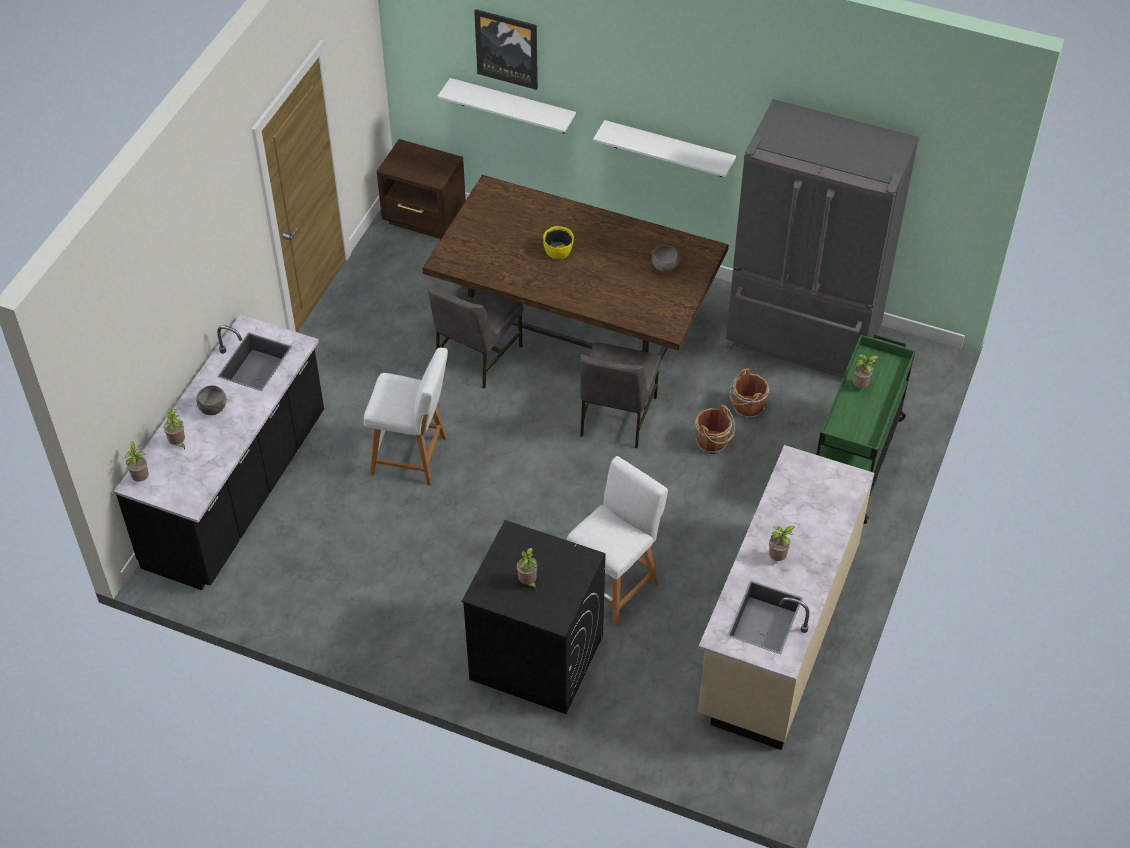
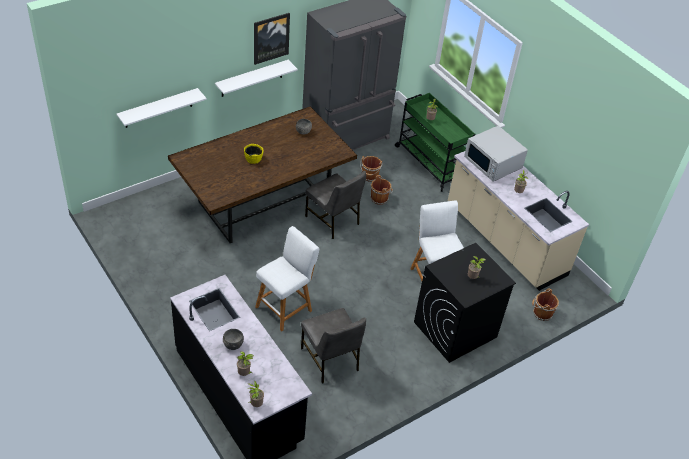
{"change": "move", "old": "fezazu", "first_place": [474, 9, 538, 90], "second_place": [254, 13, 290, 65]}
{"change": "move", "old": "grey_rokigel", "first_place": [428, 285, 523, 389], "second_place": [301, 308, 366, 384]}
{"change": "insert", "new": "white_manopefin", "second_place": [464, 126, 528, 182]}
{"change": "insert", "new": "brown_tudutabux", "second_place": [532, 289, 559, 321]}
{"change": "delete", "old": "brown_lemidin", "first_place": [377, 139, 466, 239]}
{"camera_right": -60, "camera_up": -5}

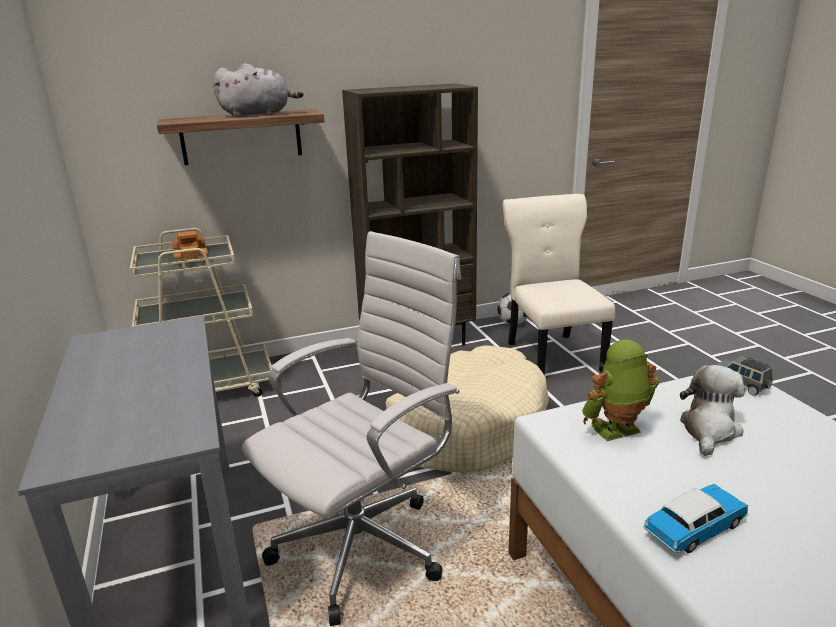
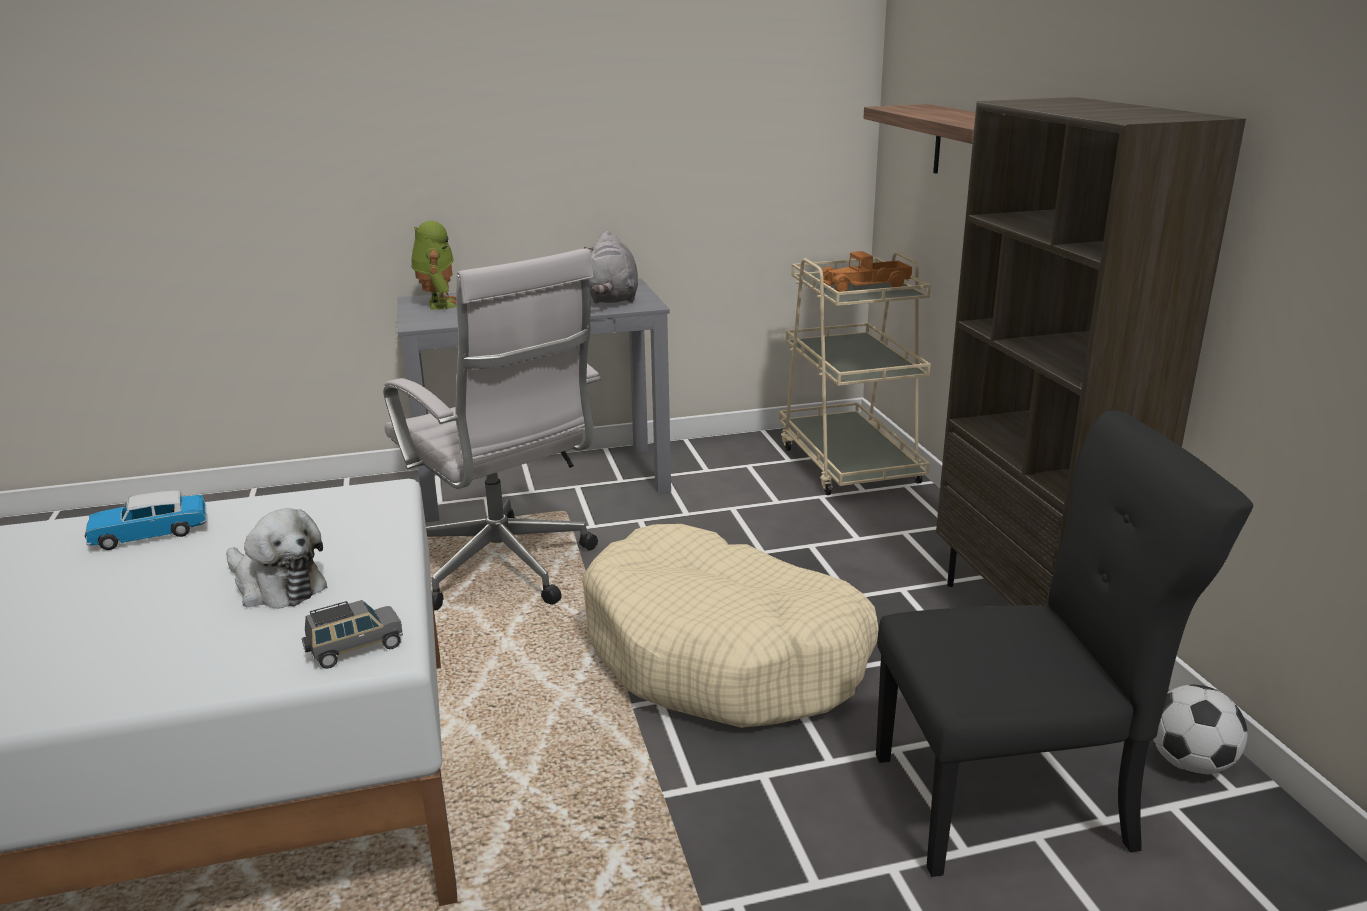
{"change": "rotate", "old": "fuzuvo", "first_place": [643, 484, 748, 553], "second_place": [85, 491, 207, 550], "degrees": 90}
{"change": "move", "old": "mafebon", "first_place": [582, 339, 660, 441], "second_place": [411, 221, 457, 310]}
{"change": "move", "old": "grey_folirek", "first_place": [213, 63, 304, 117], "second_place": [584, 231, 638, 304]}
{"change": "recolor", "old": "beige_rokigel", "new": "black_rokigel", "first_place": [503, 194, 615, 374], "second_place": [876, 411, 1253, 877]}
{"camera_right": 95, "camera_up": 0}

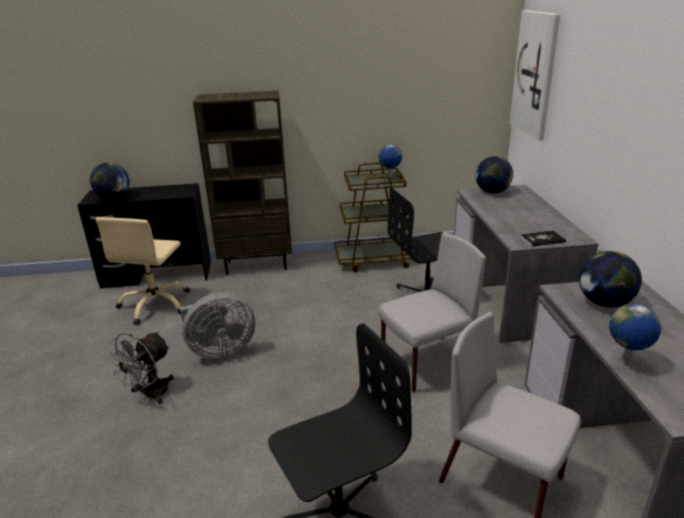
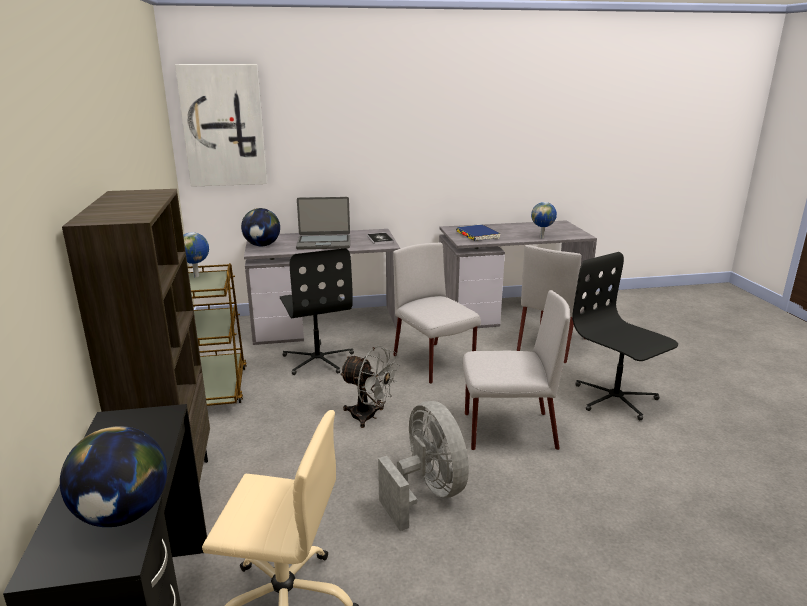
{"change": "insert", "new": "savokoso", "second_place": [296, 197, 350, 250]}
{"change": "move", "old": "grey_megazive", "first_place": [105, 332, 174, 404], "second_place": [339, 346, 399, 428]}
{"change": "replace", "old": "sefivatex", "new": "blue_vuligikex", "first_place": [579, 251, 642, 307], "second_place": [456, 224, 501, 241]}
{"change": "insert", "new": "grey_rokigel", "second_place": [463, 290, 570, 450]}
{"camera_right": -95, "camera_up": -5}

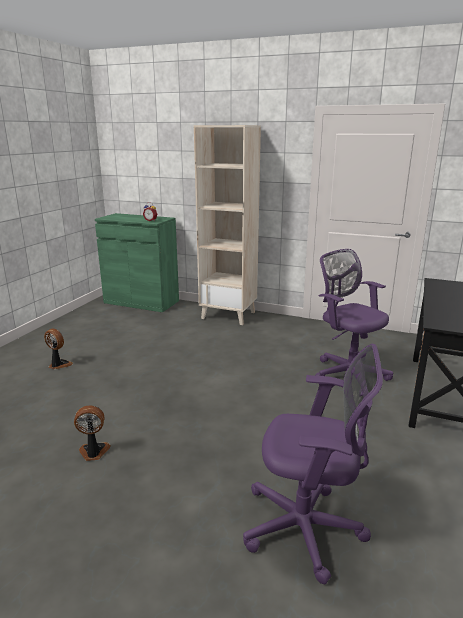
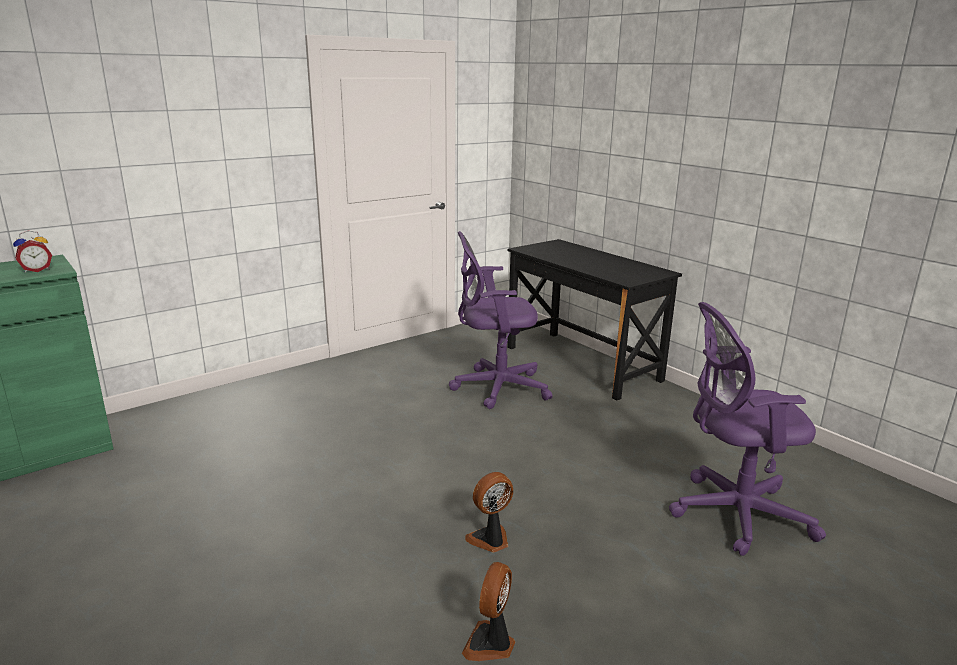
{"change": "move", "old": "megazive", "first_place": [44, 328, 73, 369], "second_place": [465, 472, 513, 552]}
{"change": "rotate", "old": "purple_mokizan", "first_place": [243, 344, 383, 584], "second_place": [669, 302, 826, 556], "degrees": -135}
{"change": "delete", "old": "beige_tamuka", "first_place": [194, 125, 261, 325]}
{"camera_right": -60, "camera_up": 0}

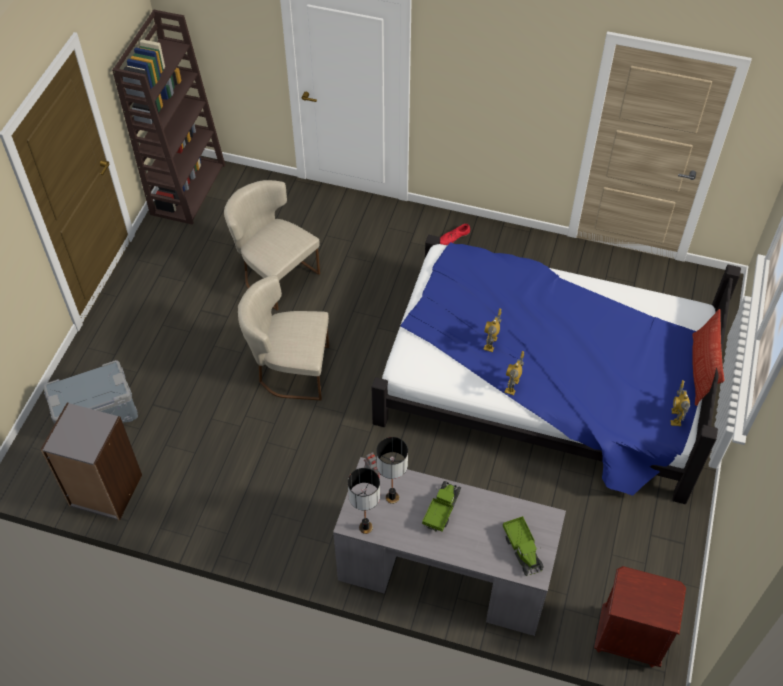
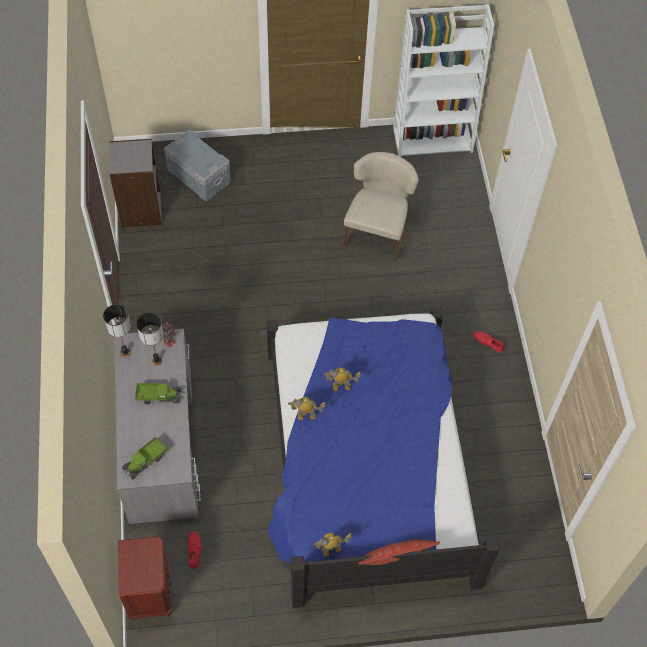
{"change": "insert", "new": "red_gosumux", "second_place": [188, 531, 202, 569]}
{"change": "recolor", "old": "brown_tamuka", "new": "white_tamuka", "first_place": [112, 9, 225, 225], "second_place": [393, 4, 494, 157]}
{"change": "delete", "old": "beige_rokigel", "first_place": [238, 275, 329, 401]}
{"camera_right": 65, "camera_up": 5}

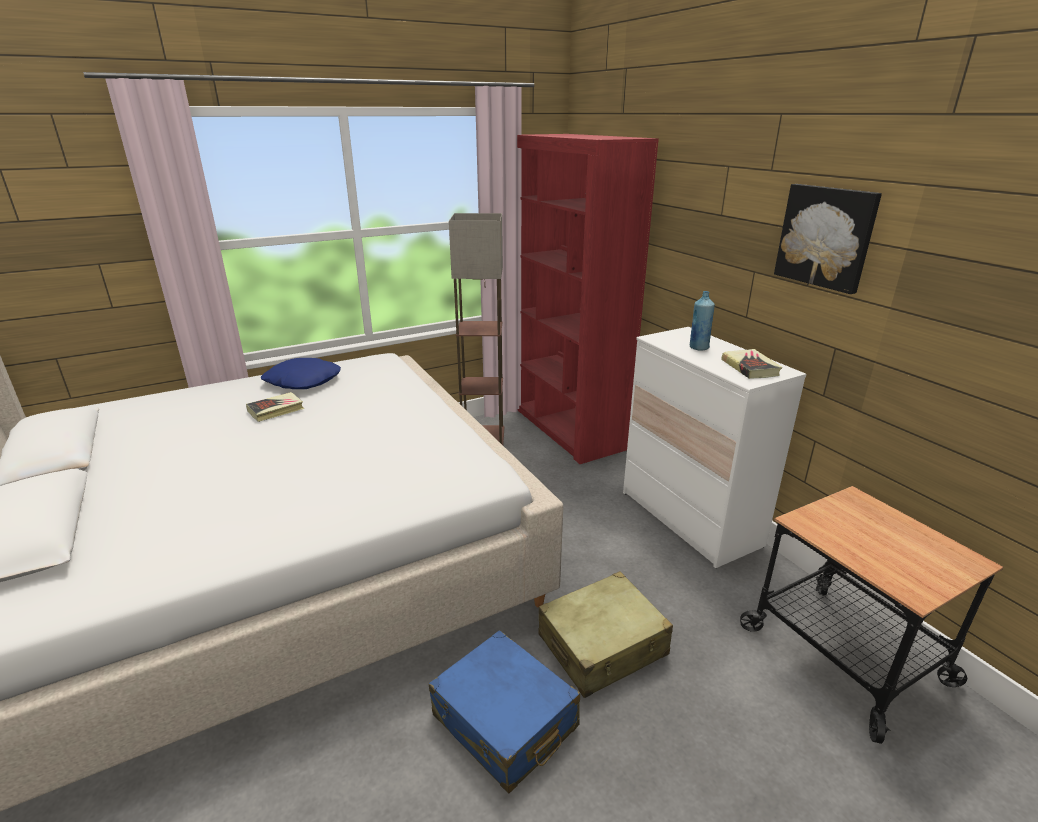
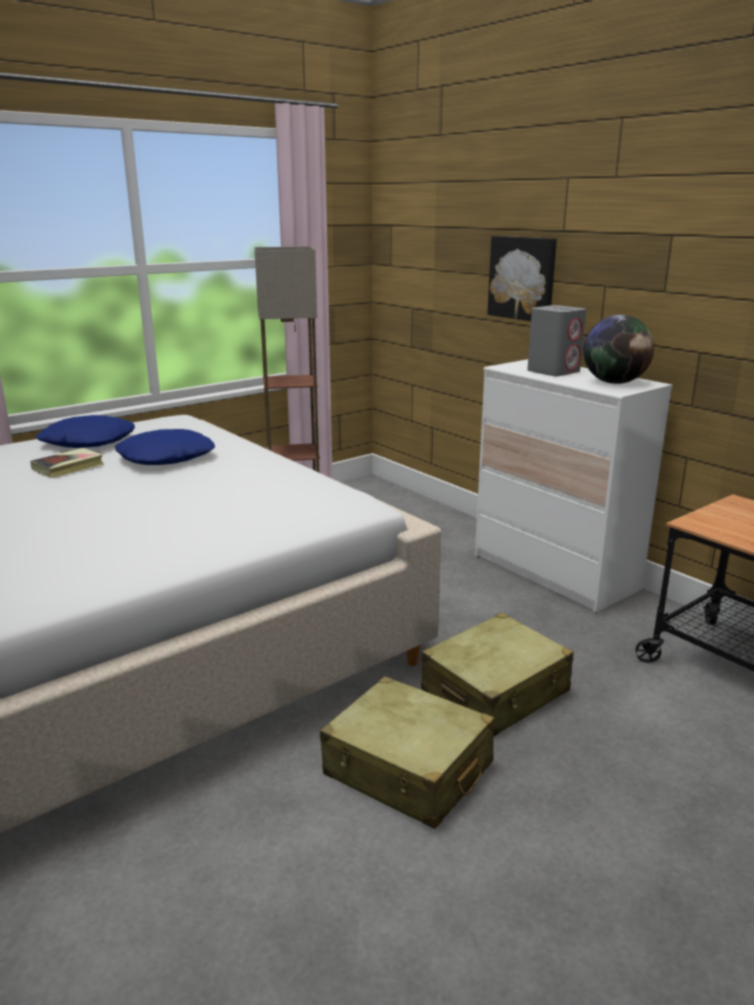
{"change": "insert", "new": "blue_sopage", "second_place": [115, 429, 215, 465]}
{"change": "recolor", "old": "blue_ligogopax", "new": "beige_ligogopax", "first_place": [429, 630, 580, 793], "second_place": [320, 676, 495, 829]}
{"change": "move", "old": "fezazu", "first_place": [774, 184, 882, 294], "second_place": [487, 236, 557, 321]}
{"change": "replace", "old": "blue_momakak", "new": "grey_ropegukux", "first_place": [690, 291, 715, 351], "second_place": [527, 305, 586, 376]}
{"change": "replace", "old": "vuligikex", "new": "sefivatex", "first_place": [721, 349, 782, 379], "second_place": [583, 315, 654, 384]}
{"change": "delete", "old": "red_tamuka", "first_place": [517, 134, 659, 464]}
{"camera_right": -10, "camera_up": -5}

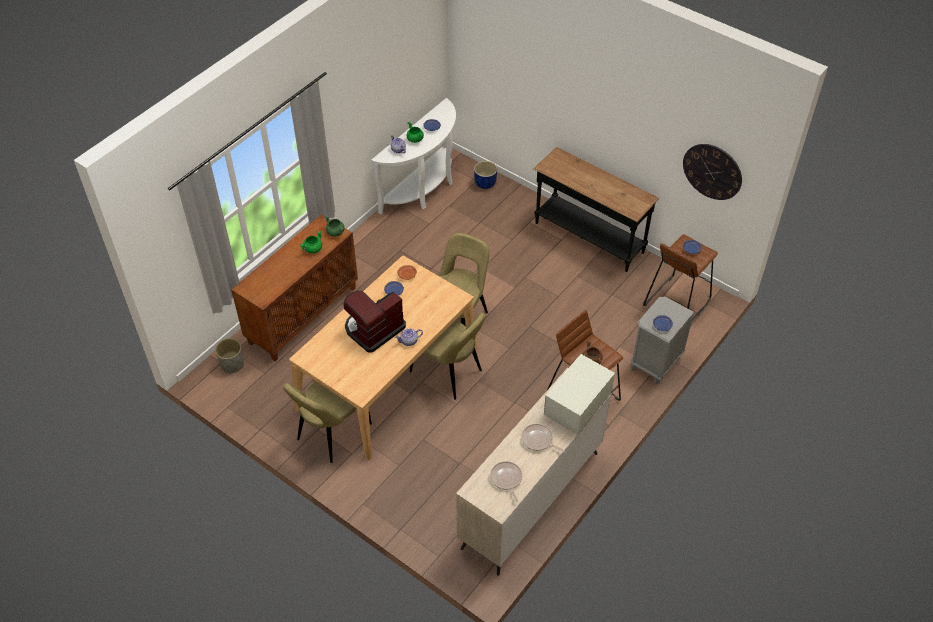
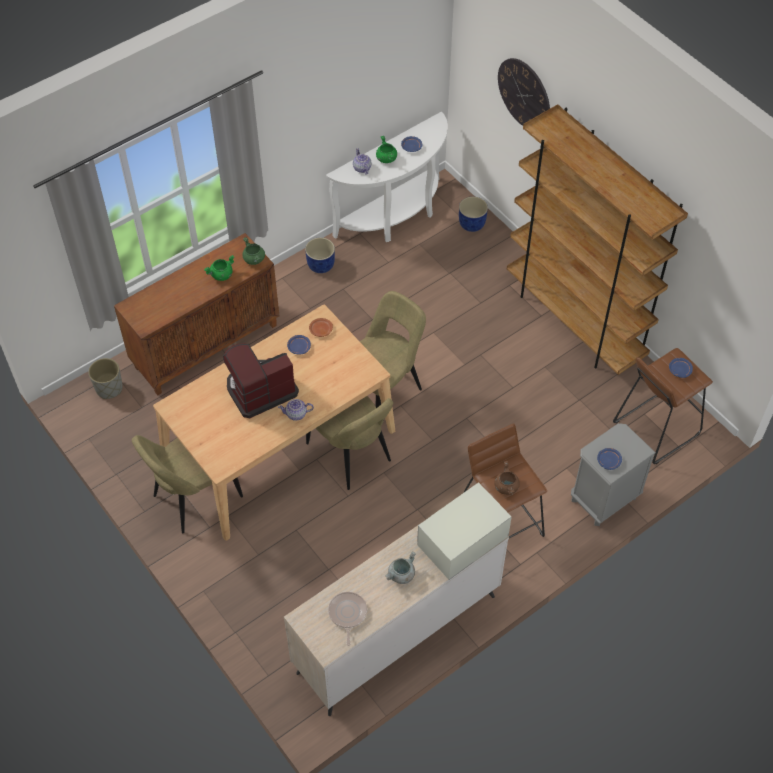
{"change": "insert", "new": "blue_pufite", "second_place": [305, 237, 335, 273]}
{"change": "replace", "old": "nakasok", "new": "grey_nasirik", "first_place": [522, 424, 565, 452], "second_place": [385, 551, 416, 584]}
{"change": "move", "old": "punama", "first_place": [683, 144, 742, 200], "second_place": [498, 58, 550, 126]}
{"change": "replace", "old": "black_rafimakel", "new": "brown_tamuka", "first_place": [533, 147, 659, 272], "second_place": [507, 104, 688, 375]}
{"camera_right": 15, "camera_up": 5}

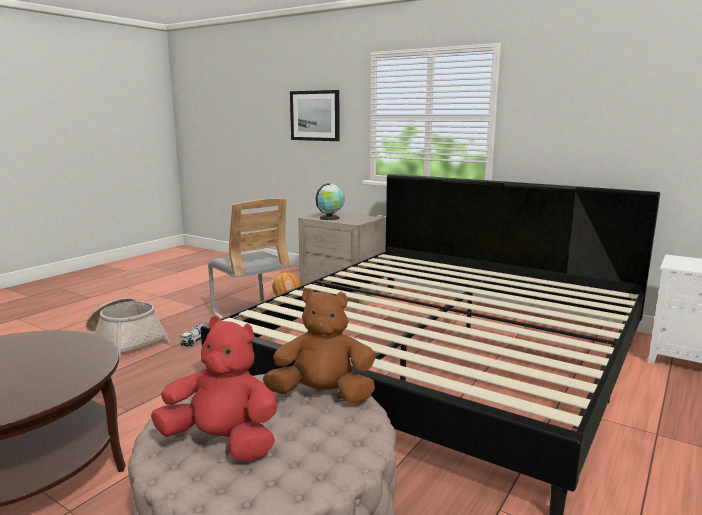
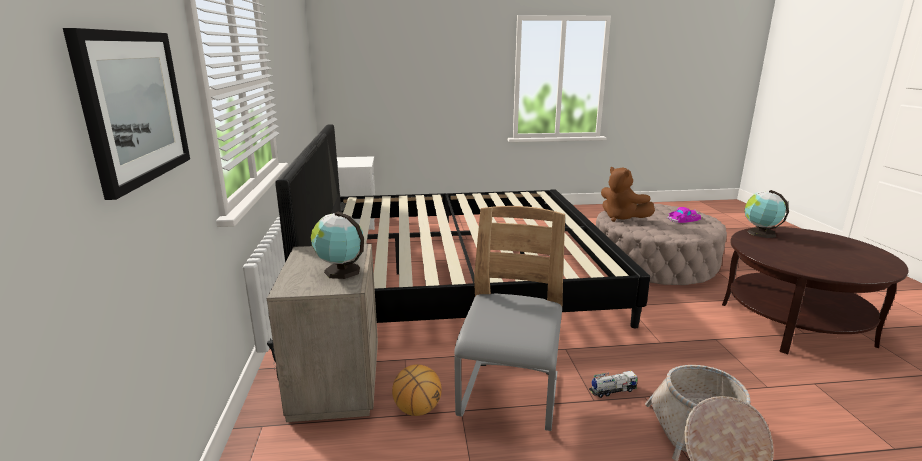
{"change": "replace", "old": "red_folirek", "new": "fuzuvo", "first_place": [151, 316, 278, 461], "second_place": [667, 207, 701, 223]}
{"change": "insert", "new": "sefivatex", "second_place": [744, 190, 789, 238]}
{"camera_right": -130, "camera_up": 5}

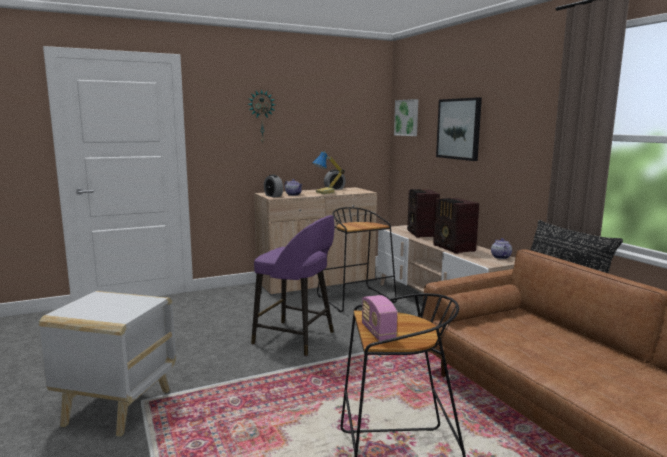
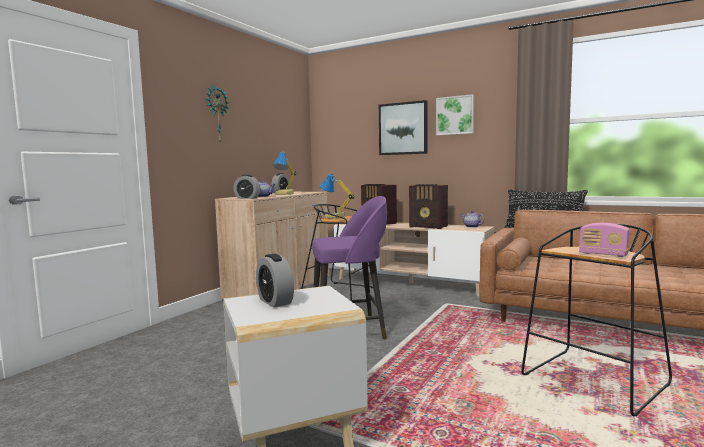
{"change": "insert", "new": "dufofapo", "second_place": [256, 254, 294, 307]}
{"change": "insert", "new": "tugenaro", "second_place": [319, 173, 355, 219]}
{"change": "move", "old": "fezazu", "first_place": [394, 99, 418, 136], "second_place": [436, 94, 474, 135]}
{"camera_right": -35, "camera_up": -5}

